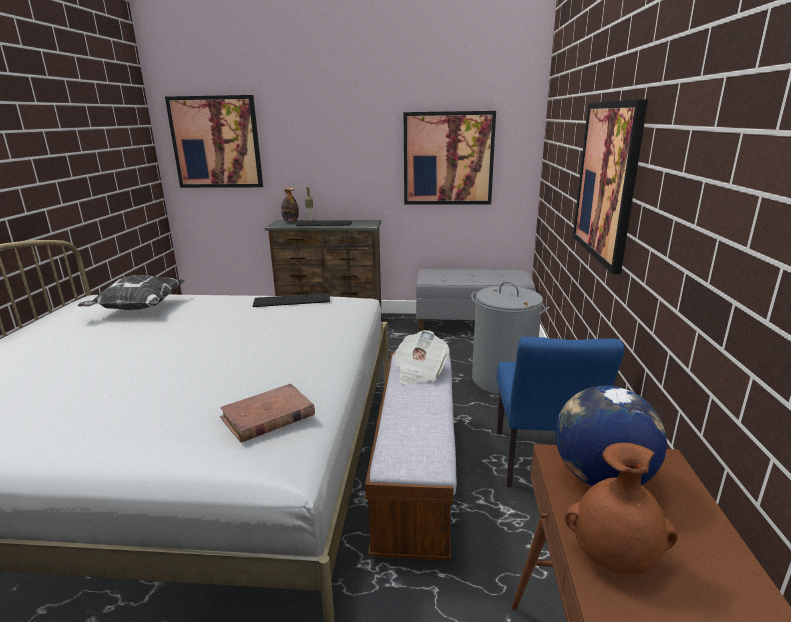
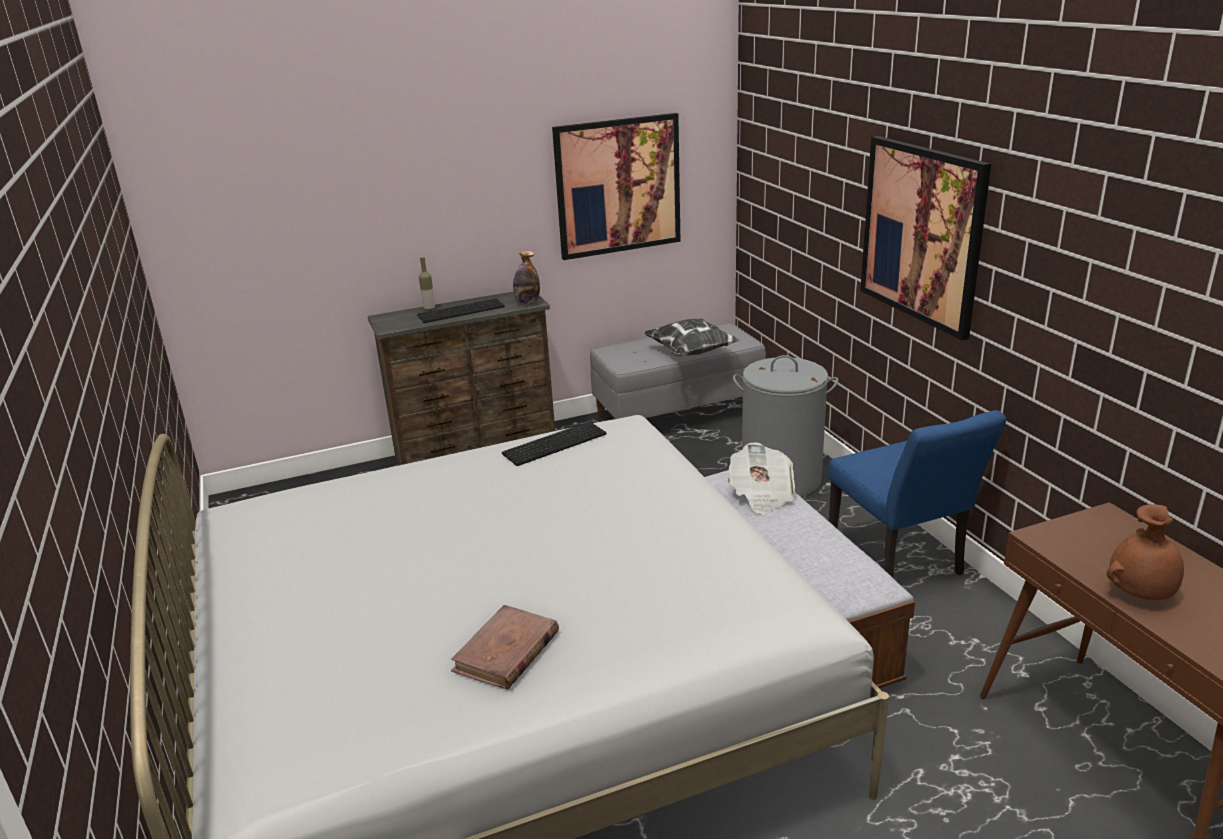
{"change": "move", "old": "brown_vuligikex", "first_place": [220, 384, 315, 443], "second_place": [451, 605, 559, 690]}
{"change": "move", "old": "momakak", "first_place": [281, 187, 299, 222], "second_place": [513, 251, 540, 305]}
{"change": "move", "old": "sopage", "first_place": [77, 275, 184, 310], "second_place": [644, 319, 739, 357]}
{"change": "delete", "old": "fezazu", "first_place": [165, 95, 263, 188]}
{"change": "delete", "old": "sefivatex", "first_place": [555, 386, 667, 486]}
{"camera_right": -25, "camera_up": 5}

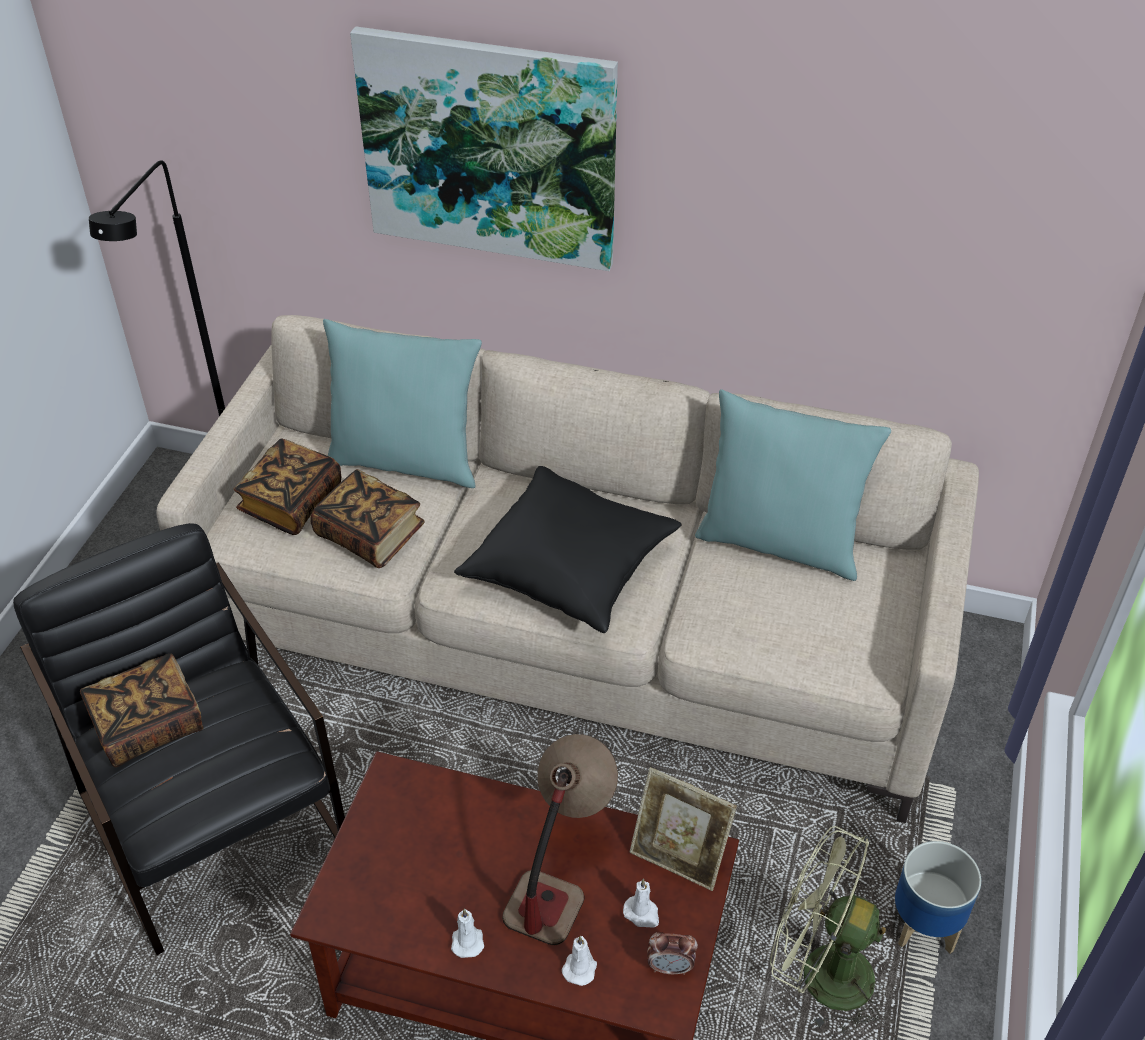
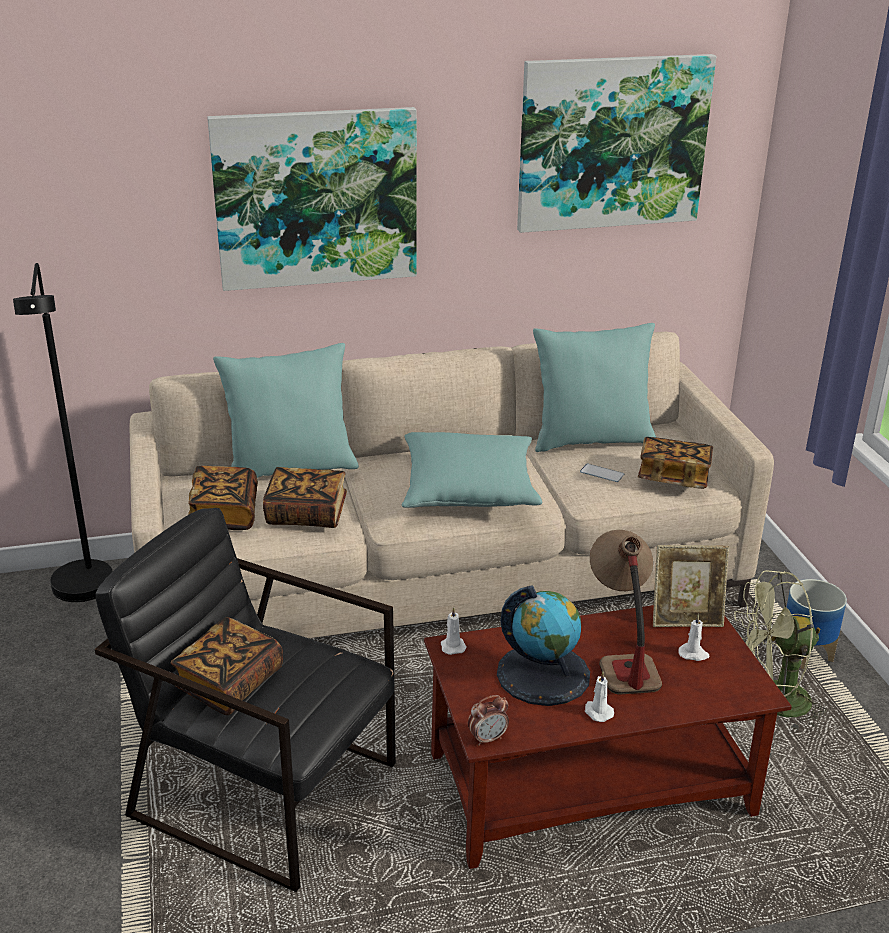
{"change": "recolor", "old": "black_sopage", "new": "turquoise_sopage", "first_place": [454, 466, 682, 633], "second_place": [402, 432, 542, 508]}
{"change": "move", "old": "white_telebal", "first_place": [562, 936, 597, 986], "second_place": [441, 607, 467, 655]}
{"change": "move", "old": "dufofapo", "first_place": [647, 932, 698, 975], "second_place": [468, 695, 509, 746]}
{"change": "insert", "new": "sefivatex", "second_place": [497, 585, 590, 706]}
{"change": "insert", "new": "fezazu", "second_place": [517, 54, 716, 233]}
{"change": "insert", "new": "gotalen", "second_place": [580, 464, 624, 482]}
{"change": "insert", "new": "vuligikex", "second_place": [638, 437, 713, 489]}
{"camera_right": -30, "camera_up": -15}

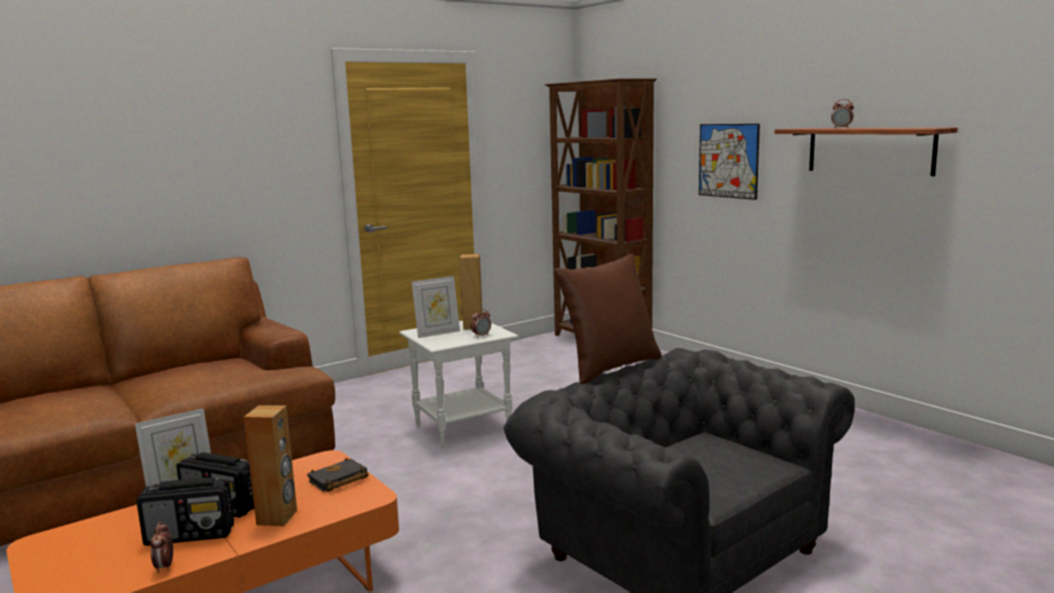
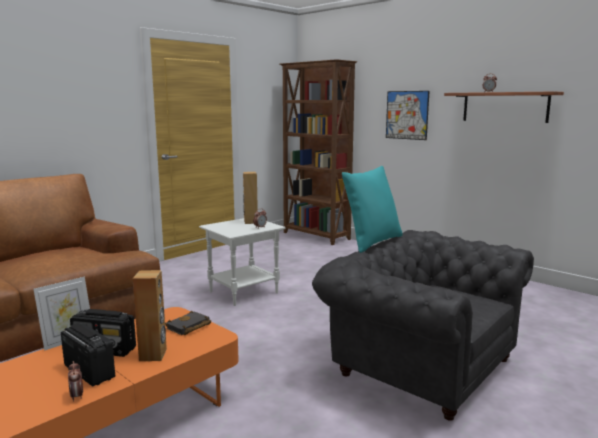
{"change": "rotate", "old": "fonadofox", "first_place": [137, 477, 234, 546], "second_place": [61, 323, 115, 386], "degrees": -120}
{"change": "recolor", "old": "brown_sopage", "new": "turquoise_sopage", "first_place": [555, 254, 662, 384], "second_place": [342, 166, 403, 253]}
{"change": "delete", "old": "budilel", "first_place": [411, 276, 460, 338]}
{"camera_right": -10, "camera_up": 0}

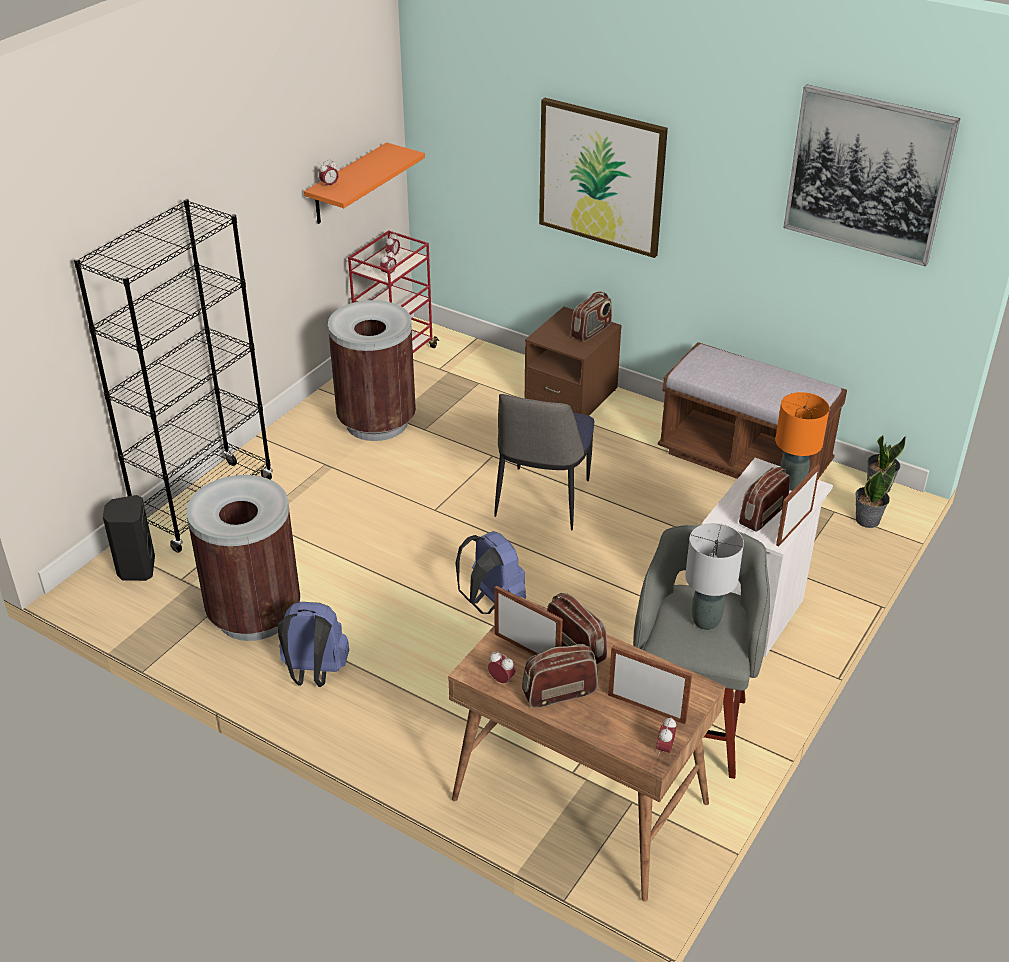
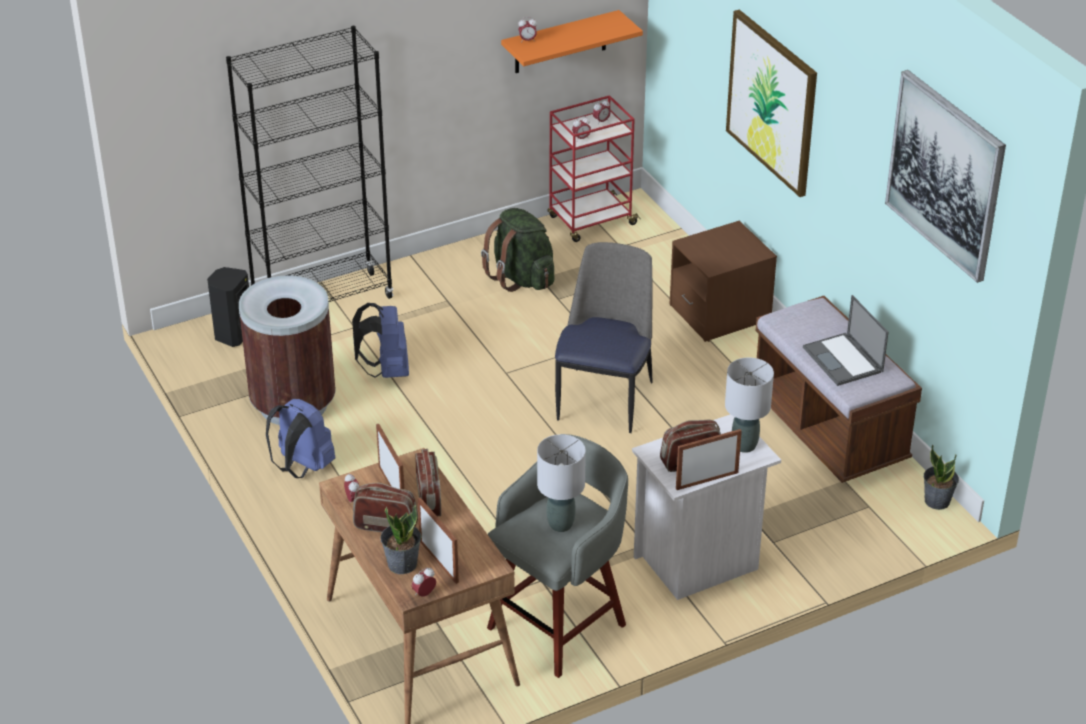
{"change": "move", "old": "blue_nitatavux", "first_place": [455, 531, 526, 614], "second_place": [352, 303, 409, 378]}
{"change": "move", "old": "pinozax", "first_place": [855, 463, 896, 528], "second_place": [380, 505, 421, 574]}
{"change": "replace", "old": "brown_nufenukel", "new": "green_nitatavux", "first_place": [328, 300, 416, 441], "second_place": [481, 208, 555, 292]}
{"change": "rotate", "old": "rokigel", "first_place": [494, 394, 594, 530], "second_place": [555, 242, 653, 433], "degrees": 150}
{"change": "recolor", "old": "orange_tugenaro", "new": "grey_tugenaro", "first_place": [775, 392, 830, 491], "second_place": [725, 357, 774, 453]}
{"change": "insert", "new": "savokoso", "second_place": [803, 295, 889, 386]}
{"change": "delete", "old": "fonadofox", "first_place": [571, 292, 612, 342]}
{"camera_right": 30, "camera_up": 0}

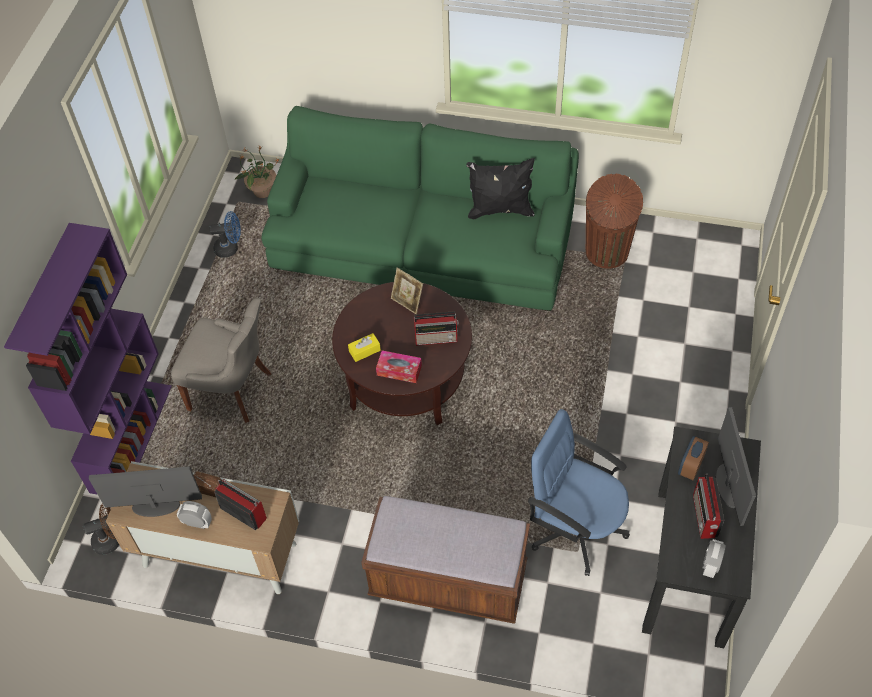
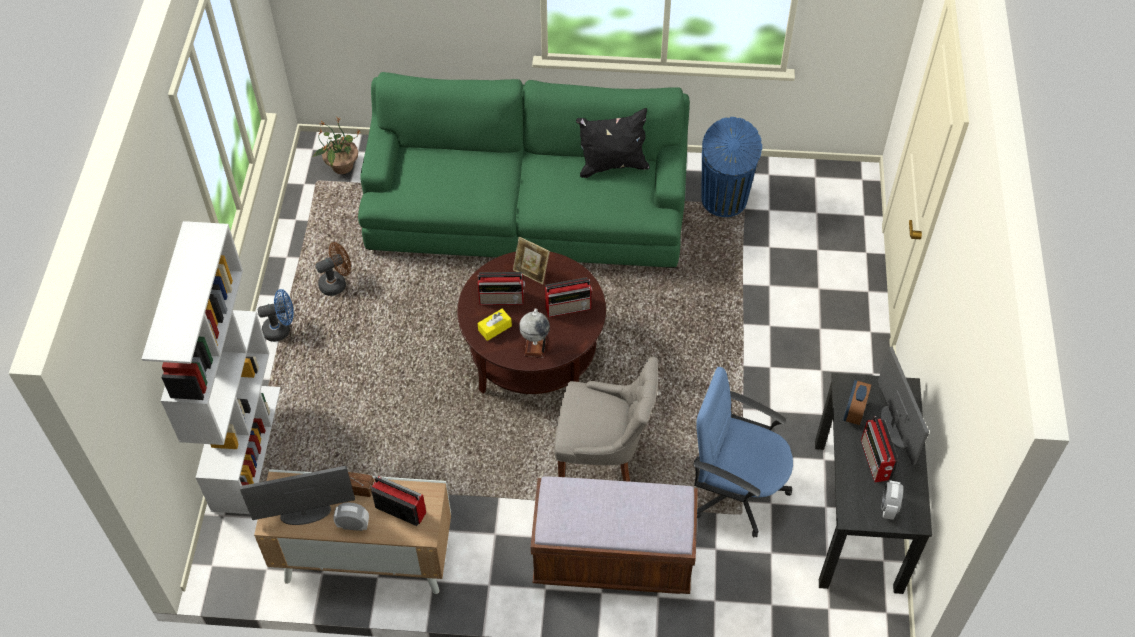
{"change": "recolor", "old": "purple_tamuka", "new": "white_tamuka", "first_place": [4, 223, 172, 495], "second_place": [142, 221, 281, 514]}
{"change": "move", "old": "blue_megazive", "first_place": [210, 211, 241, 258], "second_place": [257, 289, 294, 342]}
{"change": "move", "old": "brown_megazive", "first_place": [83, 503, 119, 555], "second_place": [315, 242, 351, 296]}
{"change": "insert", "new": "fonadofox", "second_place": [478, 272, 525, 305]}
{"change": "replace", "old": "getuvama", "new": "sefivatex", "first_place": [376, 350, 422, 383], "second_place": [519, 309, 550, 358]}
{"change": "move", "old": "grey_rokigel", "first_place": [171, 298, 271, 423], "second_place": [554, 357, 658, 482]}
{"change": "recolor", "old": "brown_nufenukel", "new": "blue_nufenukel", "first_place": [586, 173, 643, 269], "second_place": [701, 117, 762, 217]}
{"camera_right": -10, "camera_up": 0}

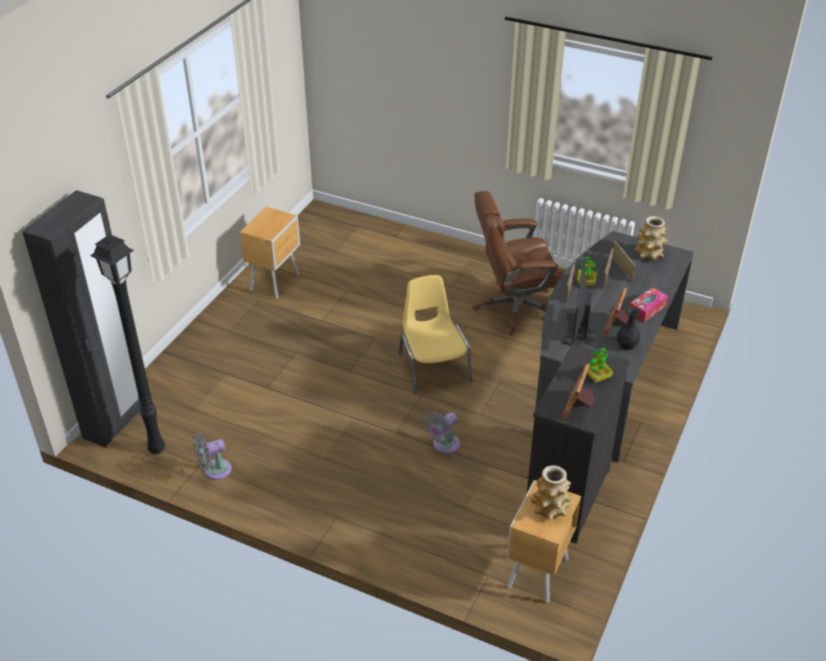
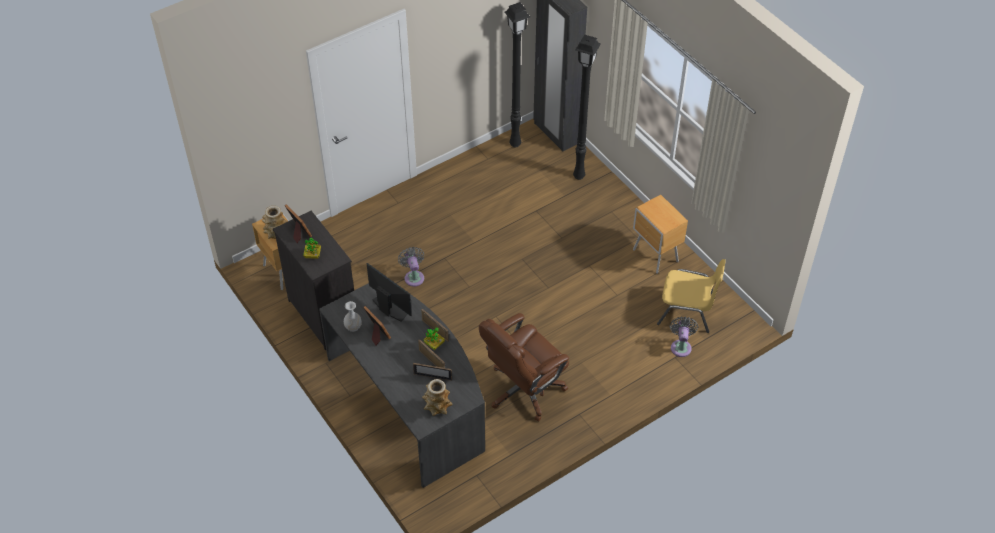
{"change": "recolor", "old": "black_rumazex", "new": "white_rumazex", "first_place": [617, 307, 640, 350], "second_place": [344, 301, 362, 332]}
{"change": "rotate", "old": "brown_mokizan", "first_place": [472, 191, 562, 335], "second_place": [479, 313, 569, 421], "degrees": -150}
{"change": "insert", "new": "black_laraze", "second_place": [573, 35, 601, 180]}
{"change": "move", "old": "yellow_rokigel", "first_place": [399, 275, 472, 394], "second_place": [657, 259, 726, 333]}
{"change": "move", "old": "grey_megazive", "first_place": [193, 433, 232, 480], "second_place": [670, 316, 698, 357]}
{"change": "delete", "old": "getuvama", "first_place": [629, 287, 668, 322]}
{"camera_right": 120, "camera_up": 10}

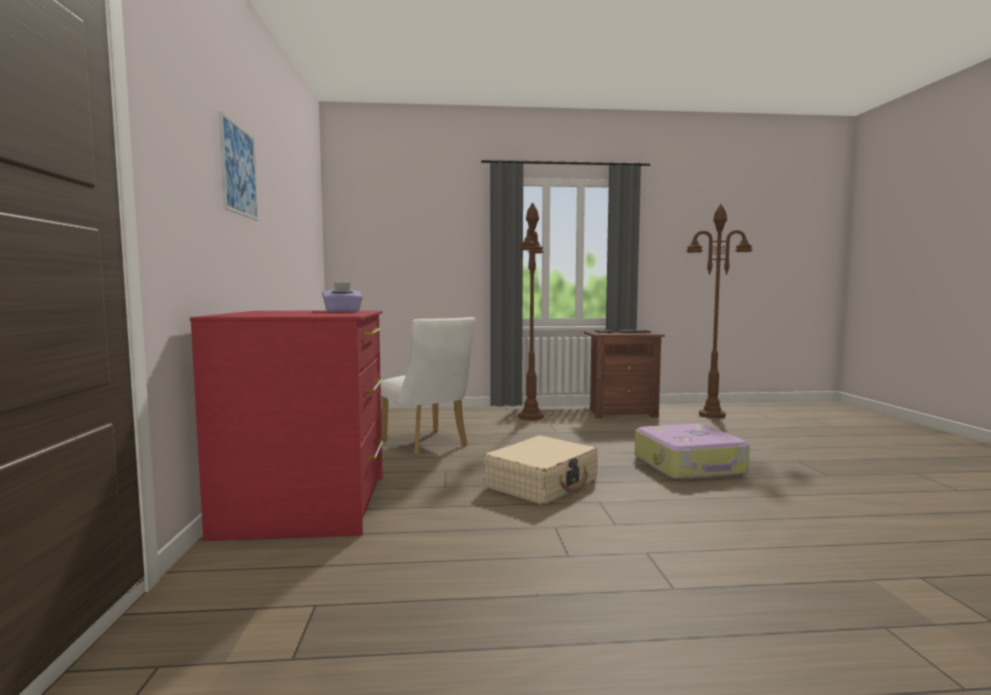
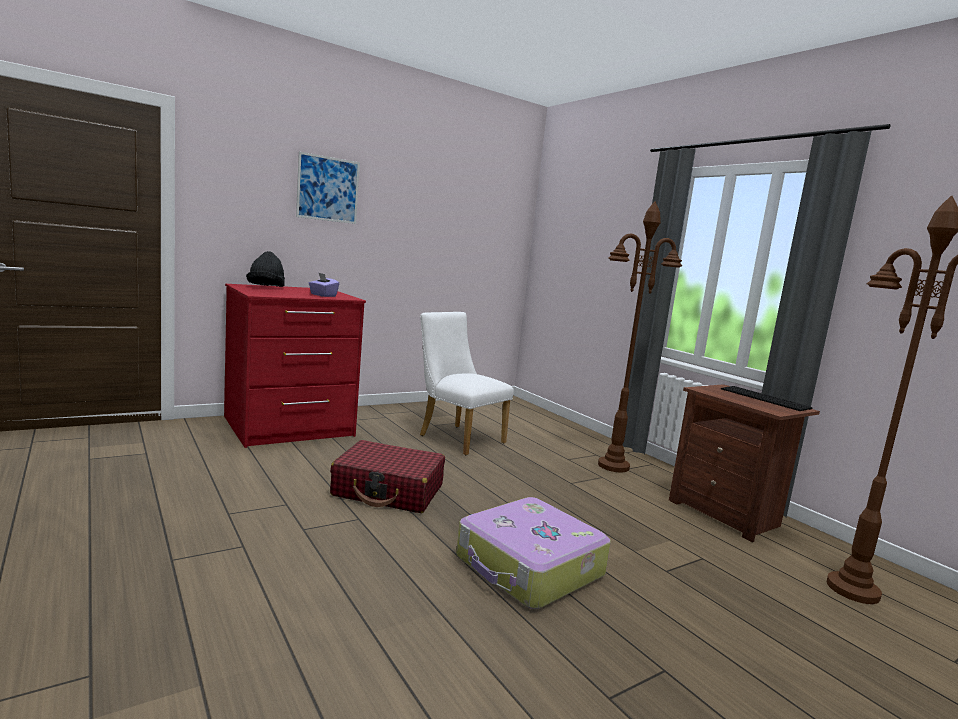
{"change": "insert", "new": "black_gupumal", "second_place": [246, 251, 285, 287]}
{"change": "recolor", "old": "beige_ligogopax", "new": "red_ligogopax", "first_place": [483, 435, 598, 505], "second_place": [330, 440, 445, 513]}
{"change": "rotate", "old": "white_rokigel", "first_place": [381, 317, 476, 455], "second_place": [420, 312, 514, 455], "degrees": 105}
{"camera_right": 60, "camera_up": 5}

